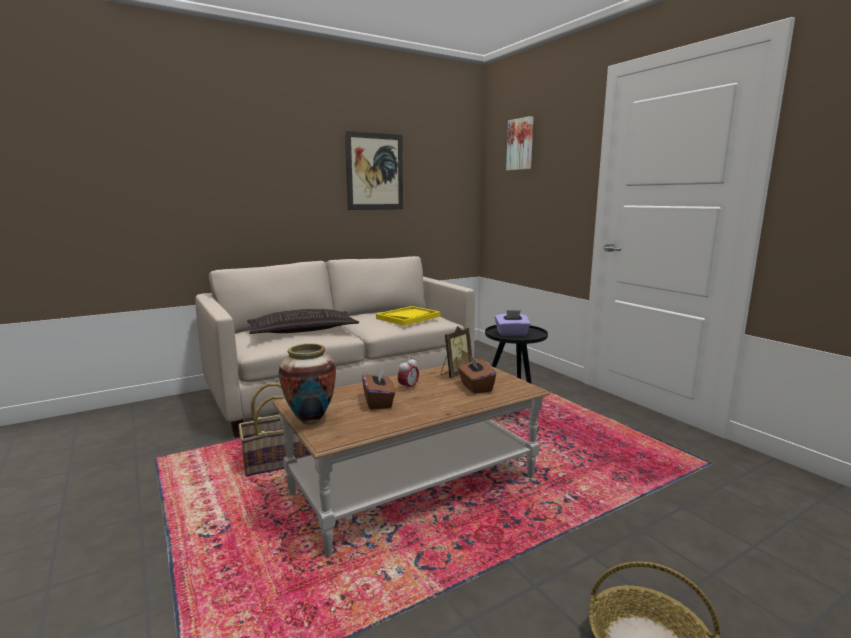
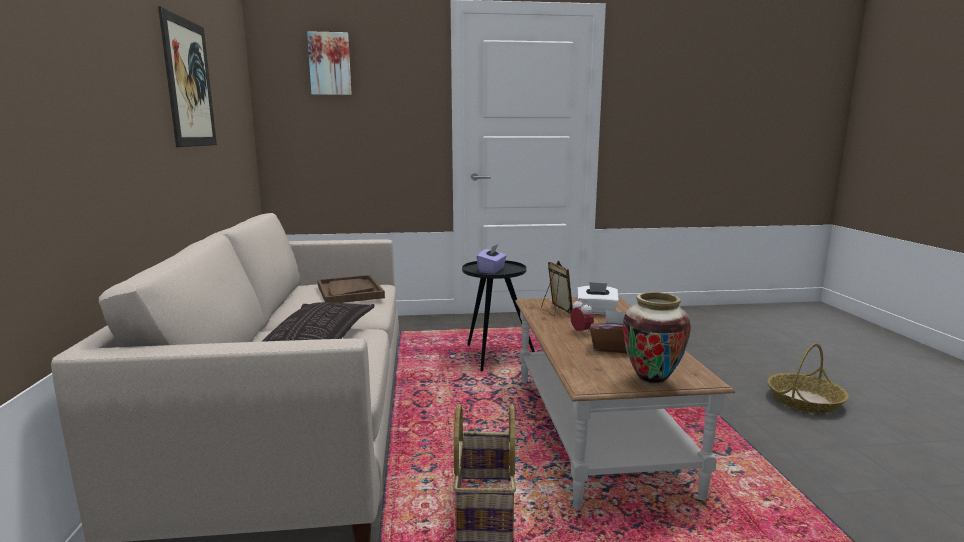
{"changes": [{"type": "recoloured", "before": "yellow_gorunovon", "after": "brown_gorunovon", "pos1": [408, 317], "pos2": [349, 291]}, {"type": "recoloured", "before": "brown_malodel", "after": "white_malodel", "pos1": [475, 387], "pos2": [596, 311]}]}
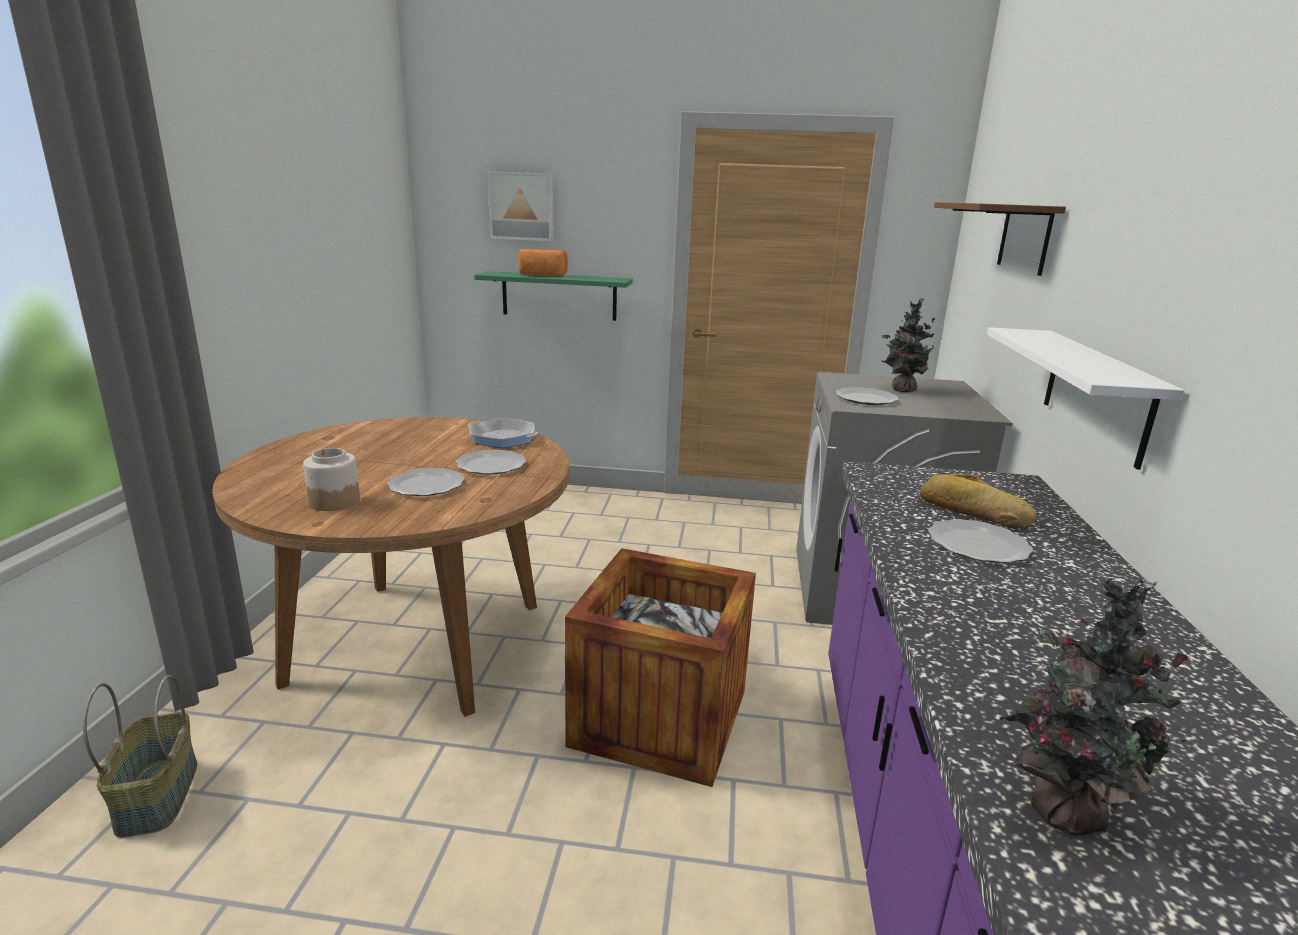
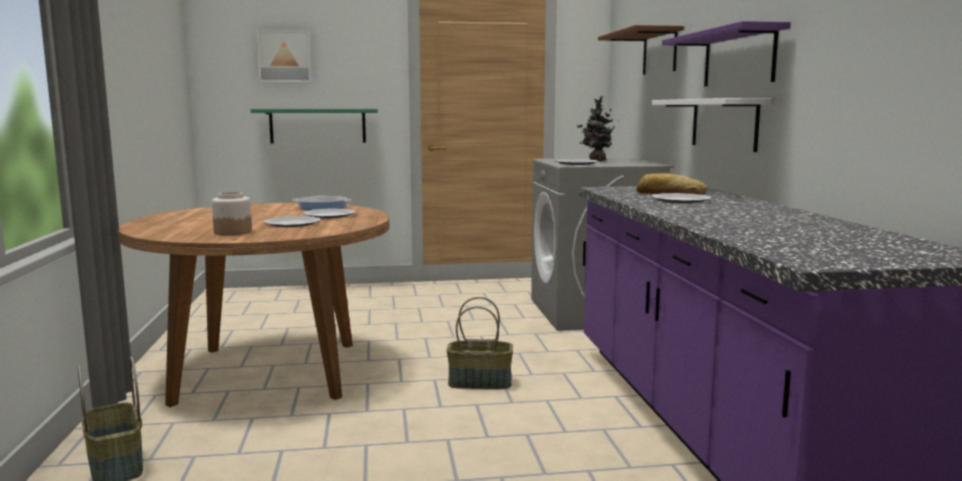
{"changes": [{"type": "replaced", "before": "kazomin", "after": "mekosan", "pos1": [660, 717], "pos2": [480, 382]}, {"type": "added", "after": "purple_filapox", "pos2": [738, 58]}, {"type": "removed", "before": "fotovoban", "pos1": [542, 275]}, {"type": "removed", "before": "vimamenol", "pos1": [1058, 808]}]}
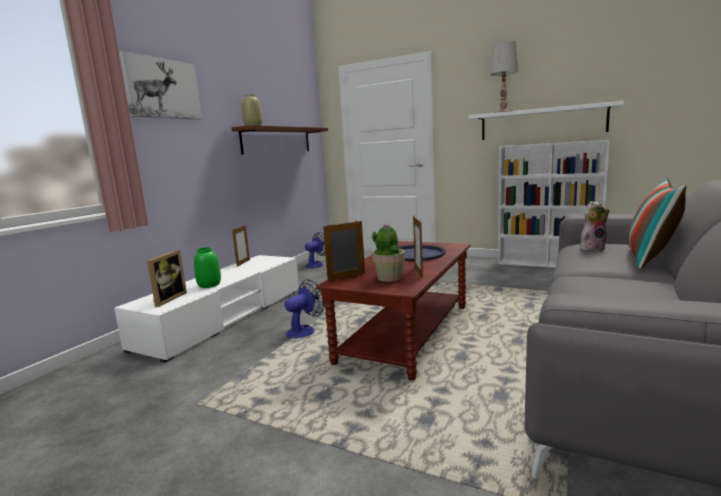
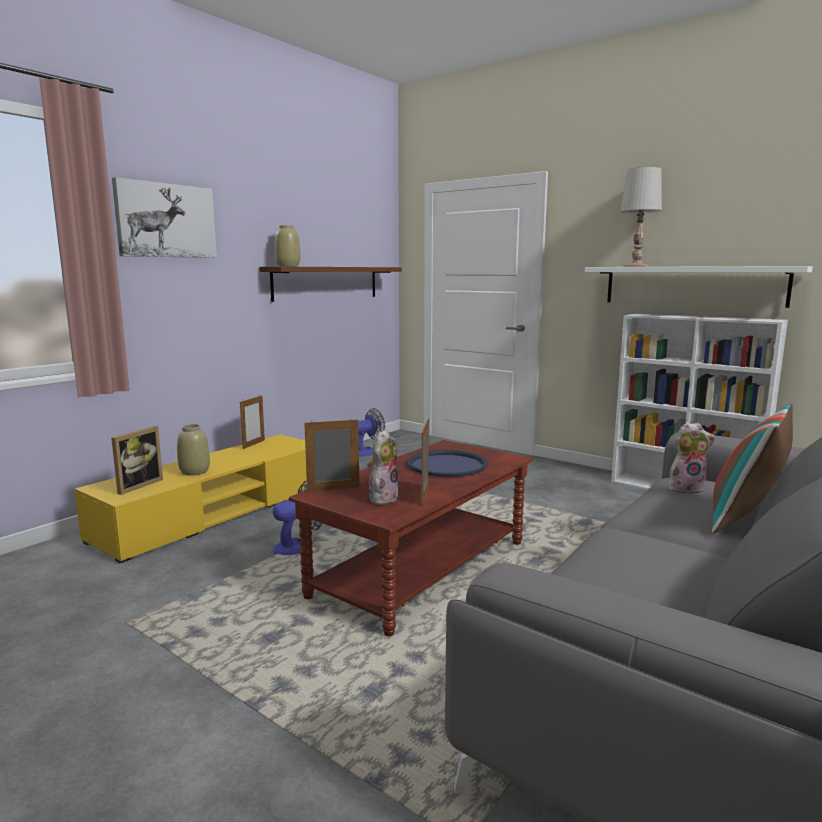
{"changes": [{"type": "recoloured", "before": "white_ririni", "after": "yellow_ririni", "pos1": [225, 317], "pos2": [215, 513]}, {"type": "recoloured", "before": "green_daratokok", "after": "beige_daratokok", "pos1": [209, 285], "pos2": [194, 472]}, {"type": "replaced", "before": "vimamenol", "after": "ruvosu", "pos1": [389, 277], "pos2": [382, 498]}]}
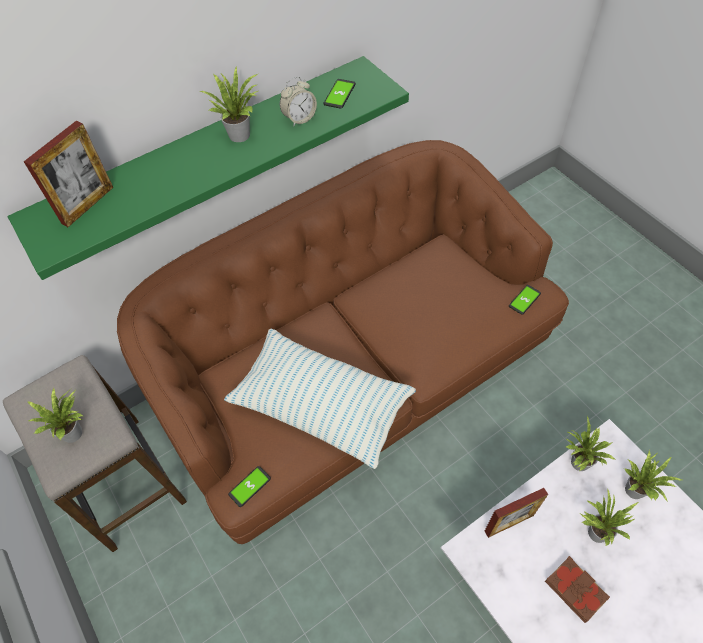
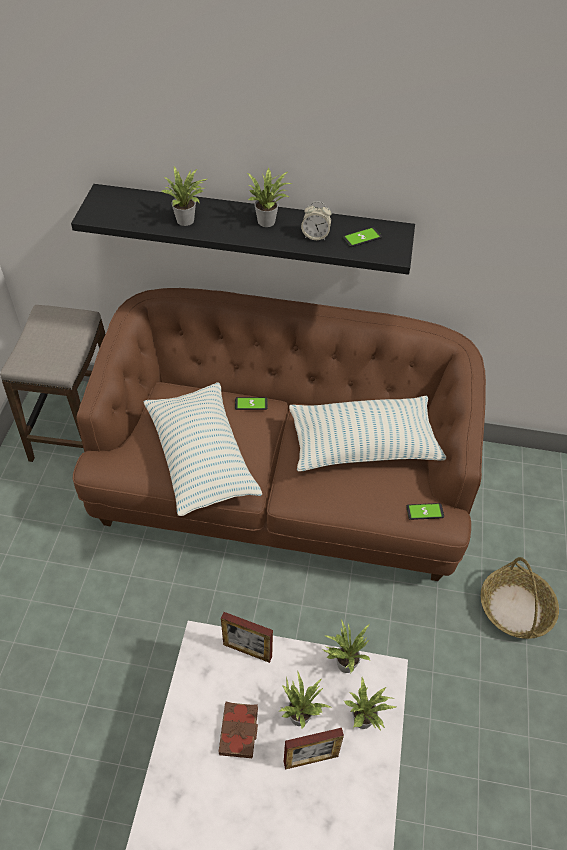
{"changes": [{"type": "recoloured", "before": "green_filapox", "after": "black_filapox", "pos1": [209, 155], "pos2": [251, 226]}, {"type": "moved", "before": "vimamenol", "pos1": [75, 432], "pos2": [187, 221]}, {"type": "moved", "before": "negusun", "pos1": [250, 486], "pos2": [251, 404]}, {"type": "moved", "before": "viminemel", "pos1": [88, 205], "pos2": [310, 759]}, {"type": "added", "after": "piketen", "pos2": [363, 445]}, {"type": "added", "after": "mekosan", "pos2": [515, 609]}]}
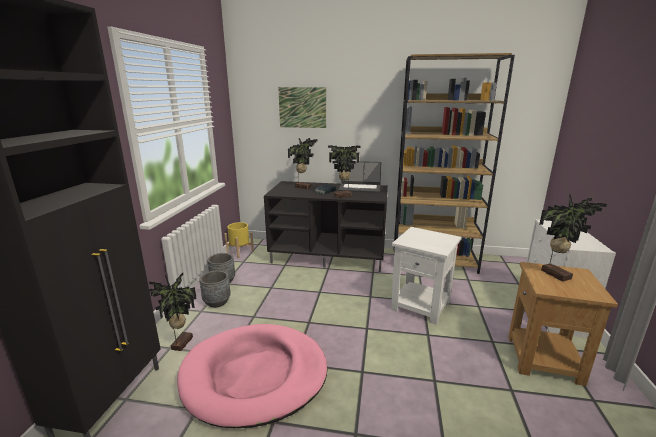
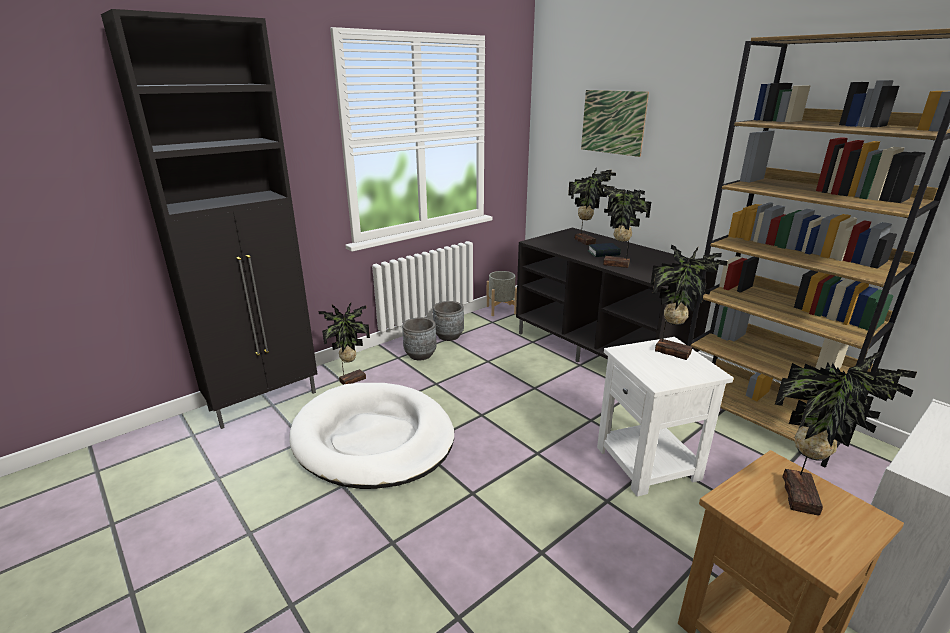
{"changes": [{"type": "recoloured", "before": "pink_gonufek", "after": "white_gonufek", "pos1": [255, 376], "pos2": [373, 439]}, {"type": "recoloured", "before": "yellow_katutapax", "after": "grey_katutapax", "pos1": [240, 252], "pos2": [501, 310]}, {"type": "added", "after": "vimamenol", "pos2": [672, 351]}, {"type": "removed", "before": "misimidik", "pos1": [360, 188]}]}
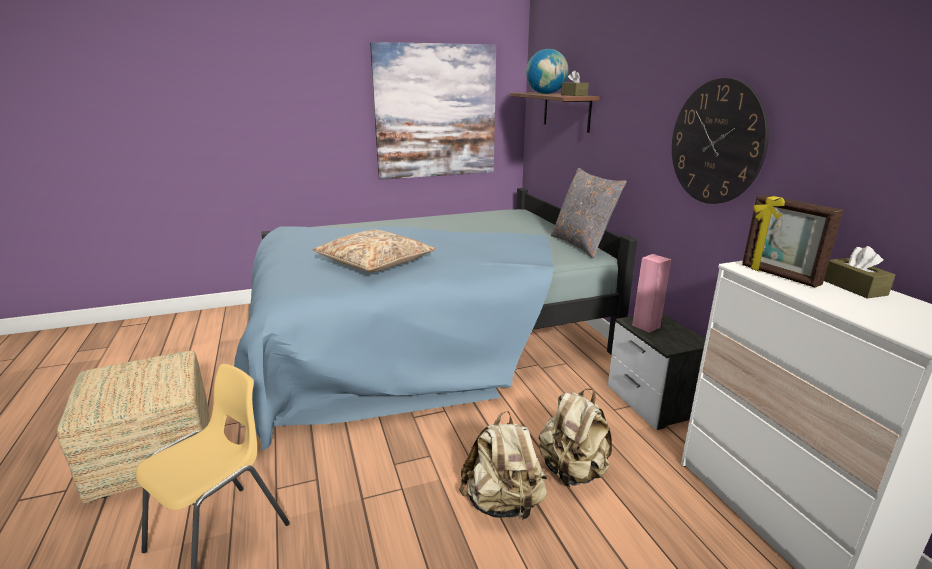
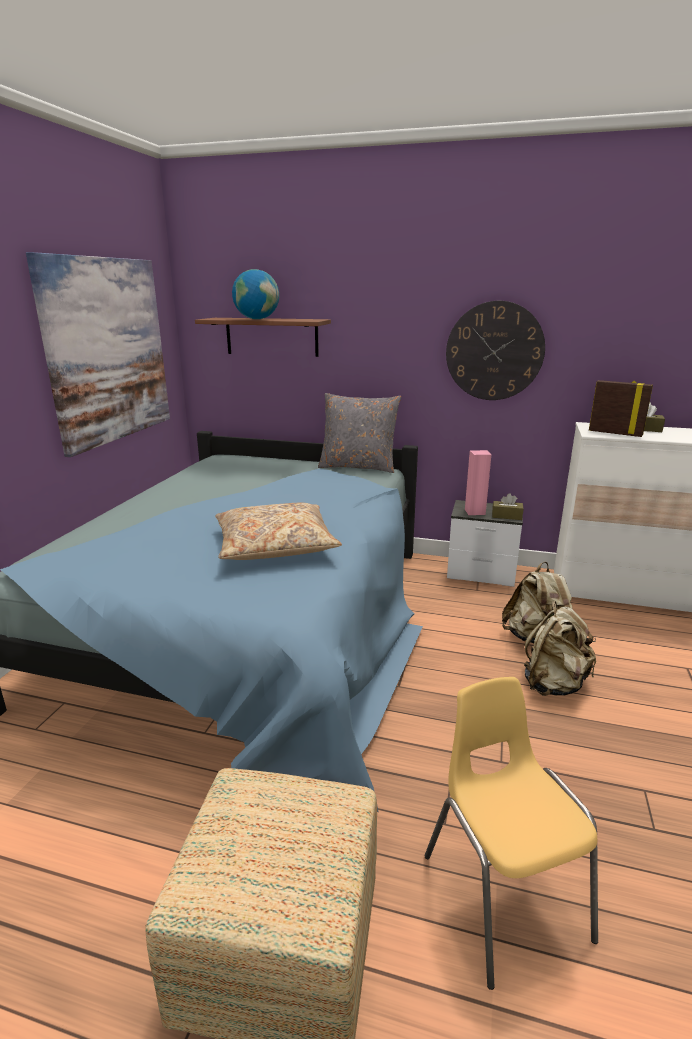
{"changes": [{"type": "moved", "before": "brown_malodel", "pos1": [574, 95], "pos2": [506, 516]}, {"type": "turned", "before": "viminemel", "pos1": [779, 276], "pos2": [615, 433], "turn": -150}]}
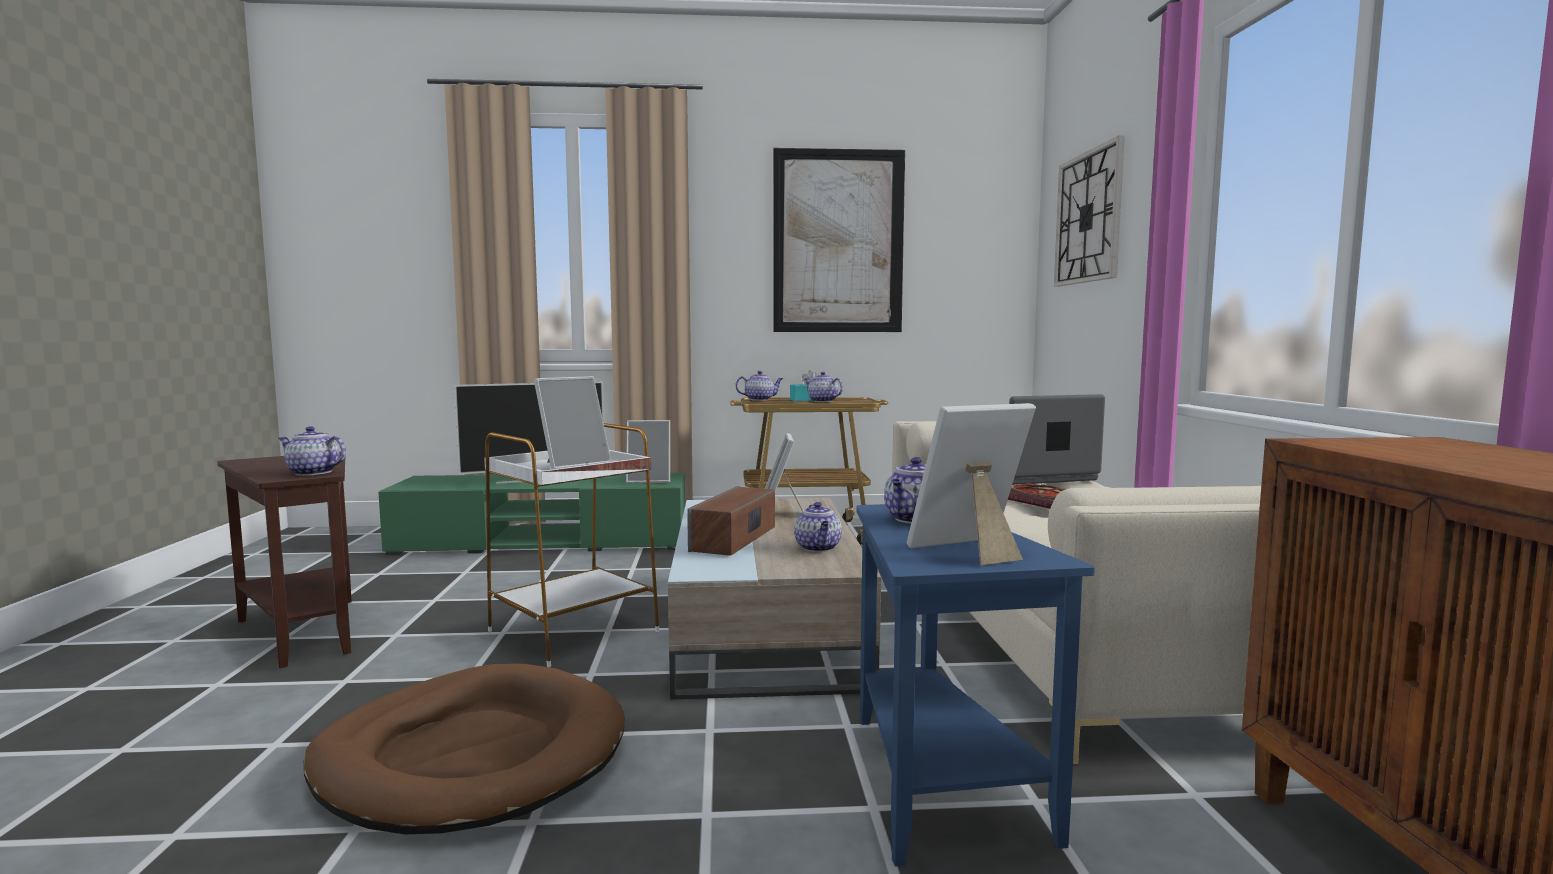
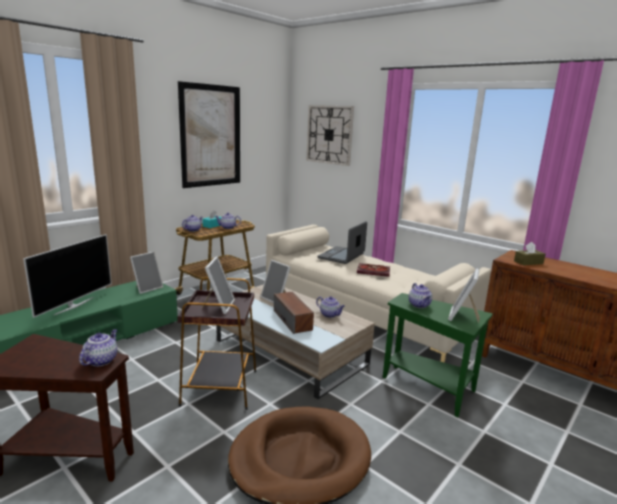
{"changes": [{"type": "turned", "before": "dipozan", "pos1": [312, 473], "pos2": [101, 360], "turn": 135}, {"type": "recoloured", "before": "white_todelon", "after": "brown_todelon", "pos1": [575, 631], "pos2": [220, 387]}, {"type": "recoloured", "before": "blue_todelon", "after": "green_todelon", "pos1": [937, 786], "pos2": [430, 389]}, {"type": "added", "after": "brown_malodel", "pos2": [528, 262]}]}
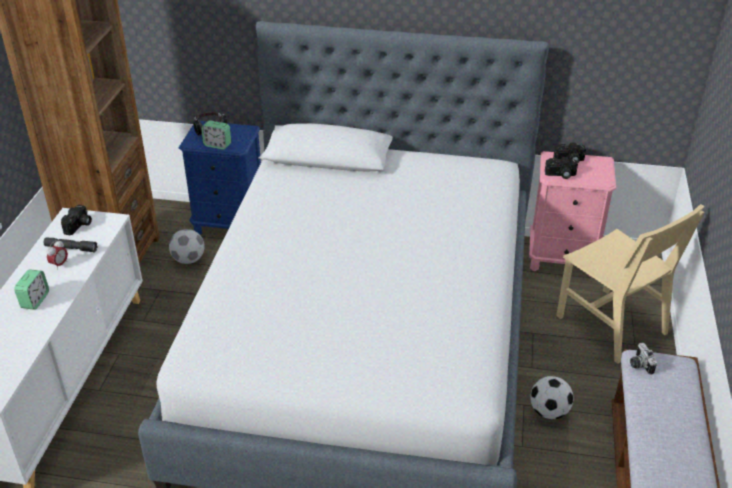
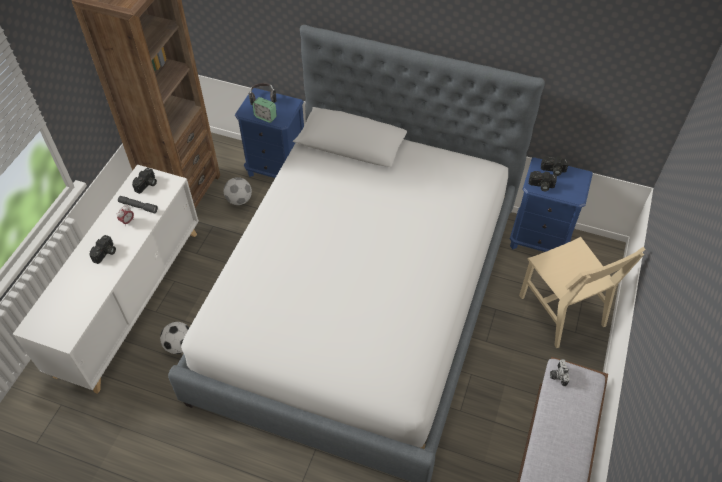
{"changes": [{"type": "replaced", "before": "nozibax", "after": "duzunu", "pos1": [35, 300], "pos2": [105, 253]}, {"type": "moved", "before": "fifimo", "pos1": [549, 411], "pos2": [179, 345]}, {"type": "recoloured", "before": "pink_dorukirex", "after": "blue_dorukirex", "pos1": [562, 259], "pos2": [539, 240]}]}
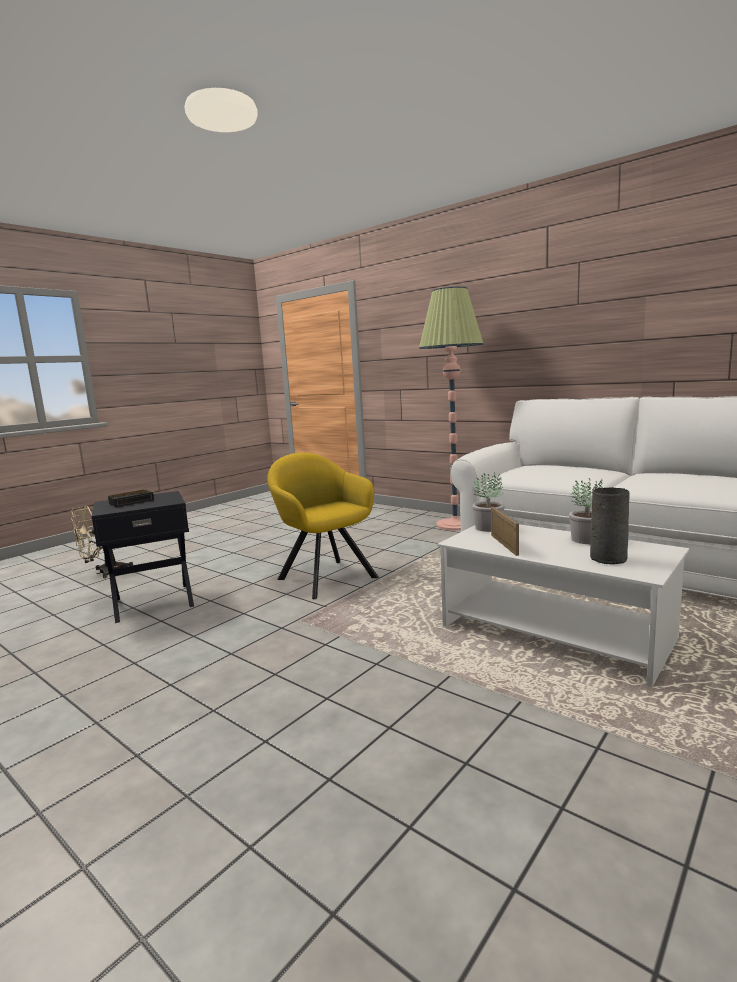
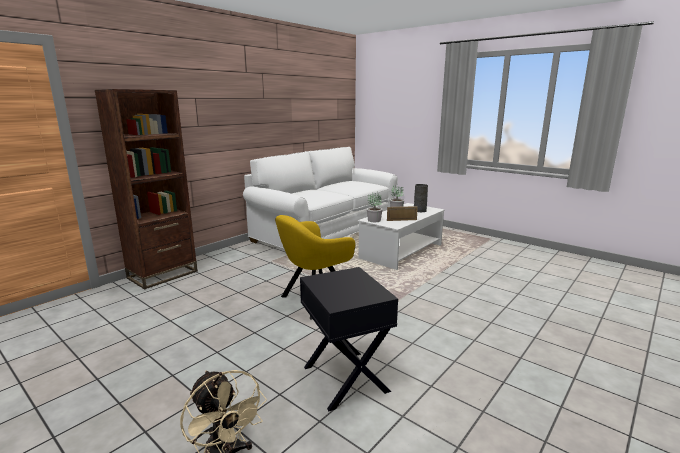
{"changes": [{"type": "added", "after": "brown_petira", "pos2": [163, 274]}, {"type": "removed", "before": "nozibax", "pos1": [132, 501]}, {"type": "removed", "before": "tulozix", "pos1": [455, 525]}]}
